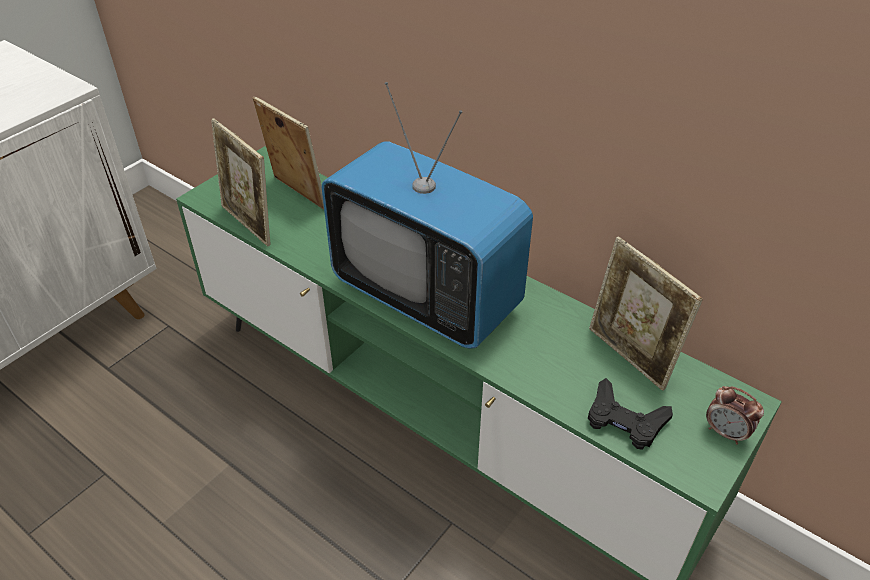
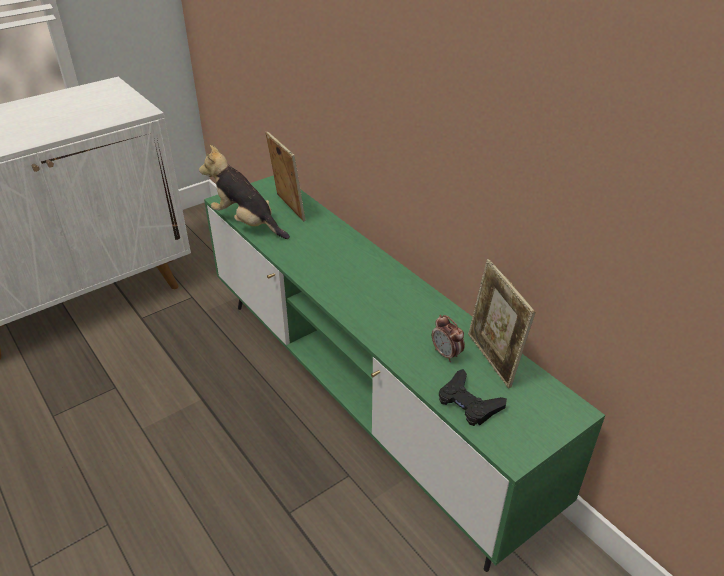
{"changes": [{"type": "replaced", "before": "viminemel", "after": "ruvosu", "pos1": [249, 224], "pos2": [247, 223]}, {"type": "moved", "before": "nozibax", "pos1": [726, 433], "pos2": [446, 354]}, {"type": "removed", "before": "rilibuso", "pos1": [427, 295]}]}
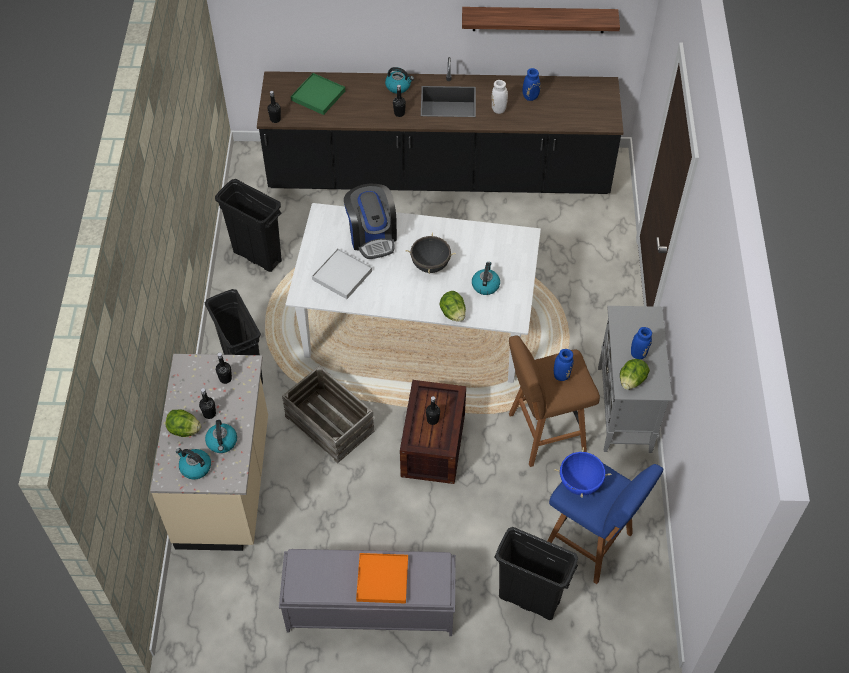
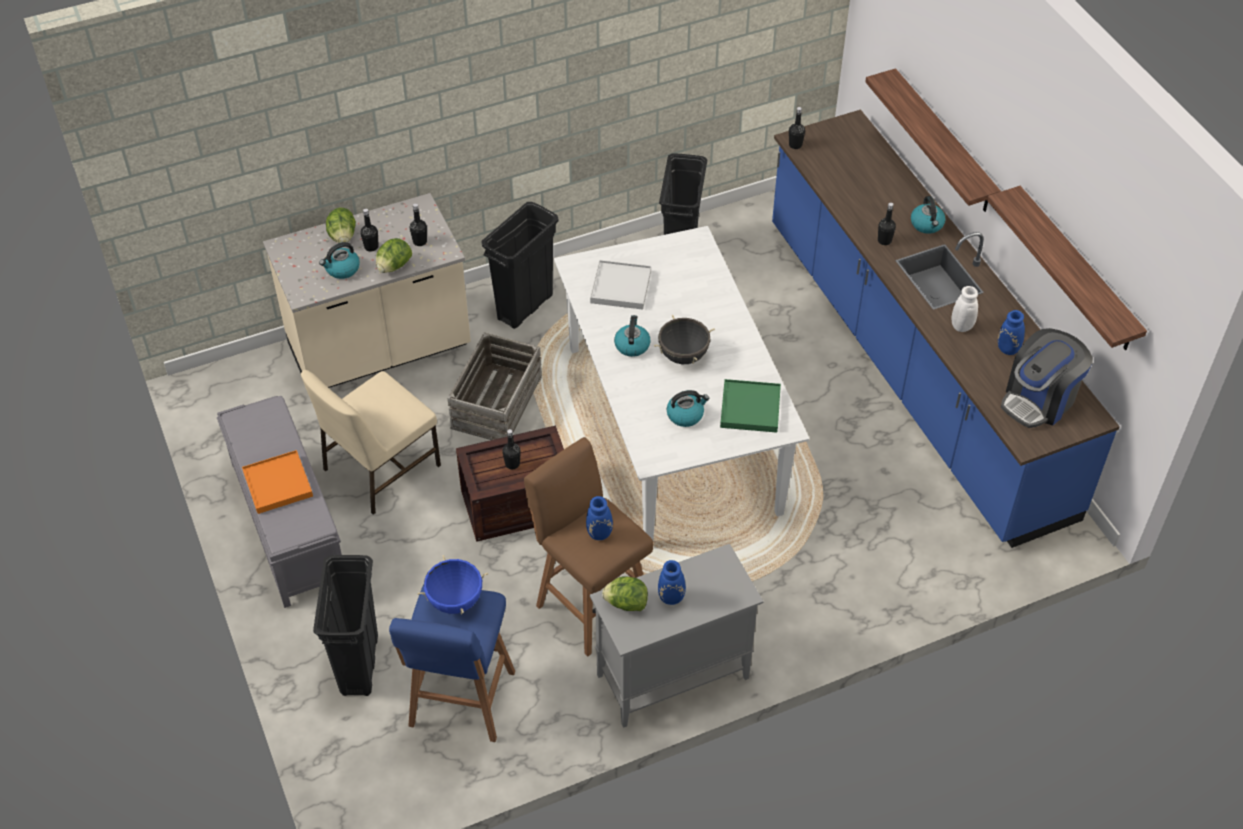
{"changes": [{"type": "added", "after": "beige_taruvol", "pos2": [379, 468]}, {"type": "moved", "before": "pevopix", "pos1": [453, 313], "pos2": [394, 266]}, {"type": "moved", "before": "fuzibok", "pos1": [195, 467], "pos2": [632, 345]}, {"type": "moved", "before": "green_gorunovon", "pos1": [318, 96], "pos2": [750, 408]}, {"type": "recoloured", "before": "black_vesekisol", "after": "blue_vesekisol", "pos1": [439, 175], "pos2": [913, 367]}, {"type": "added", "after": "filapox", "pos2": [943, 142]}, {"type": "moved", "before": "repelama", "pos1": [372, 236], "pos2": [1039, 400]}]}
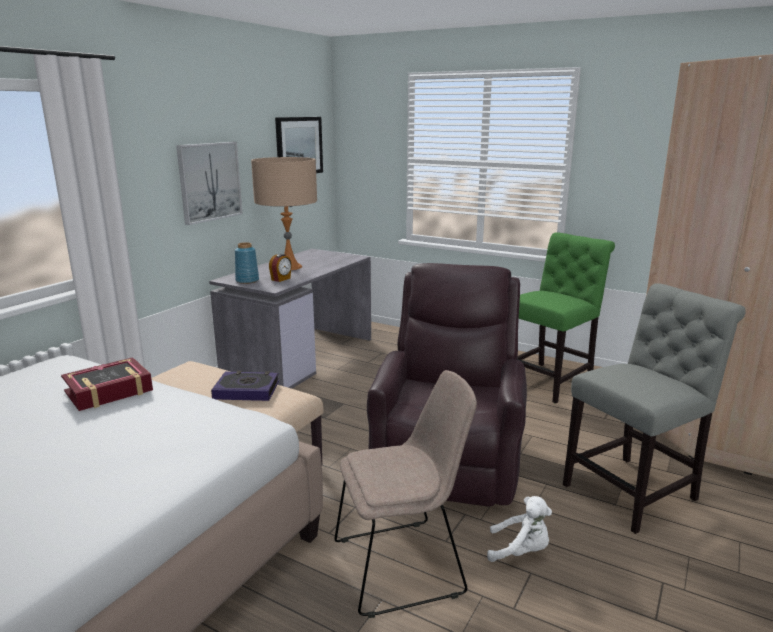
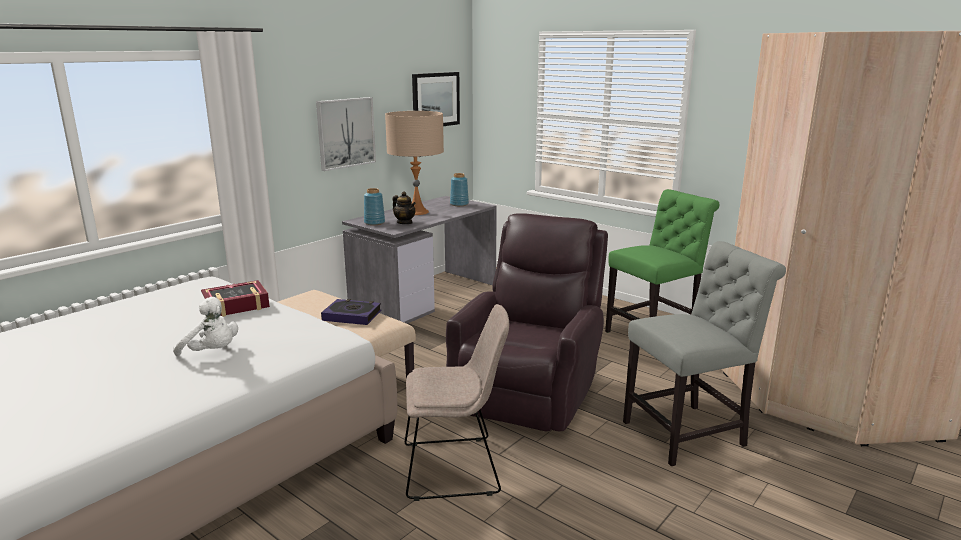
{"changes": [{"type": "moved", "before": "white_ruvosu", "pos1": [520, 551], "pos2": [212, 352]}, {"type": "replaced", "before": "nozibax", "after": "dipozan", "pos1": [281, 279], "pos2": [404, 222]}, {"type": "added", "after": "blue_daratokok", "pos2": [459, 204]}]}
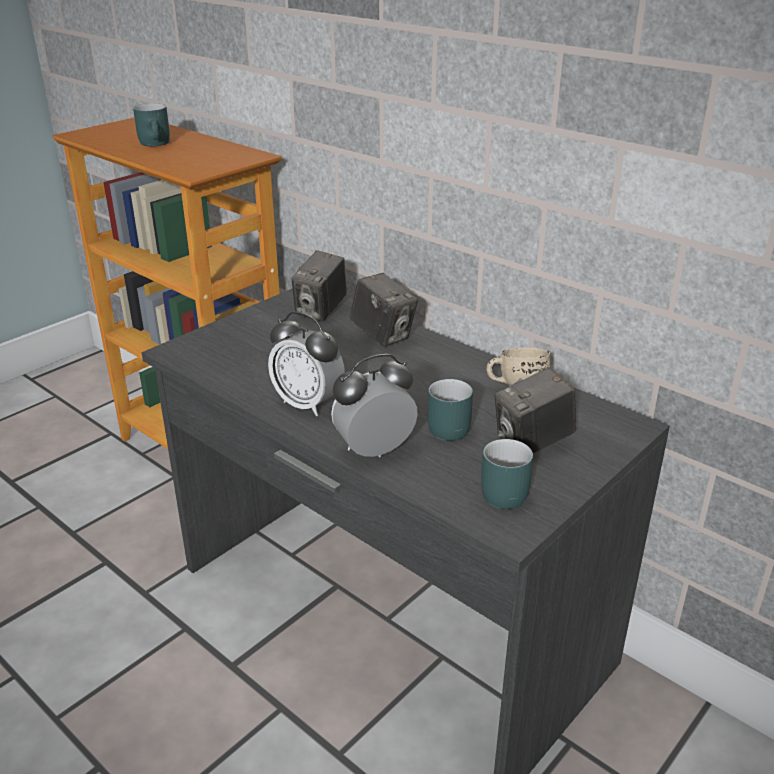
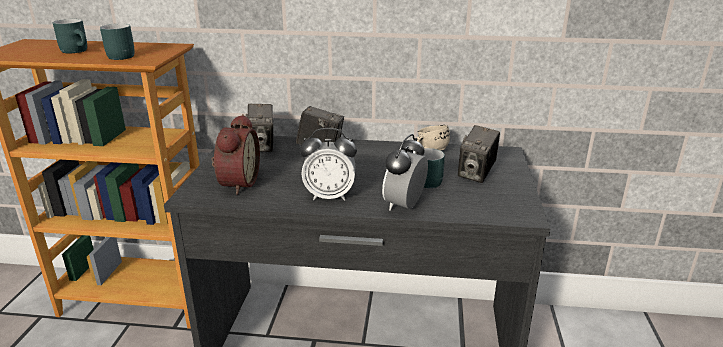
{"changes": [{"type": "moved", "before": "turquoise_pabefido", "pos1": [504, 491], "pos2": [120, 56]}, {"type": "added", "after": "nozibax", "pos2": [237, 183]}]}
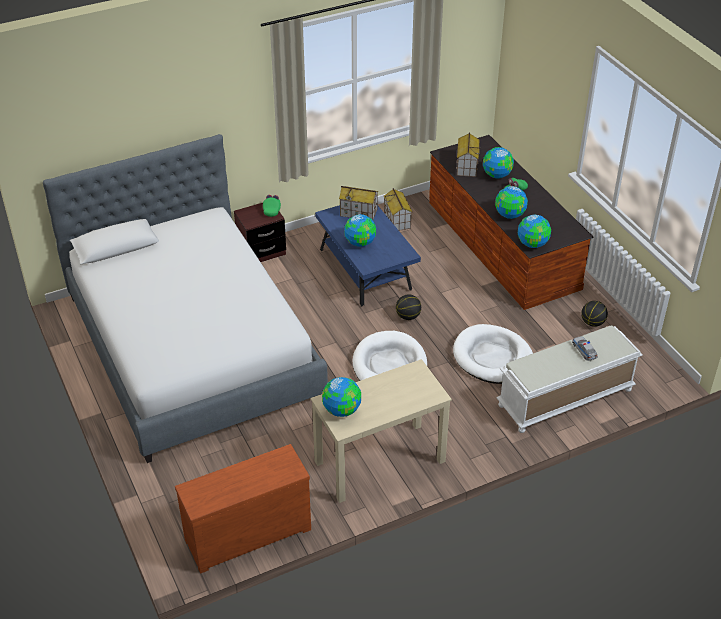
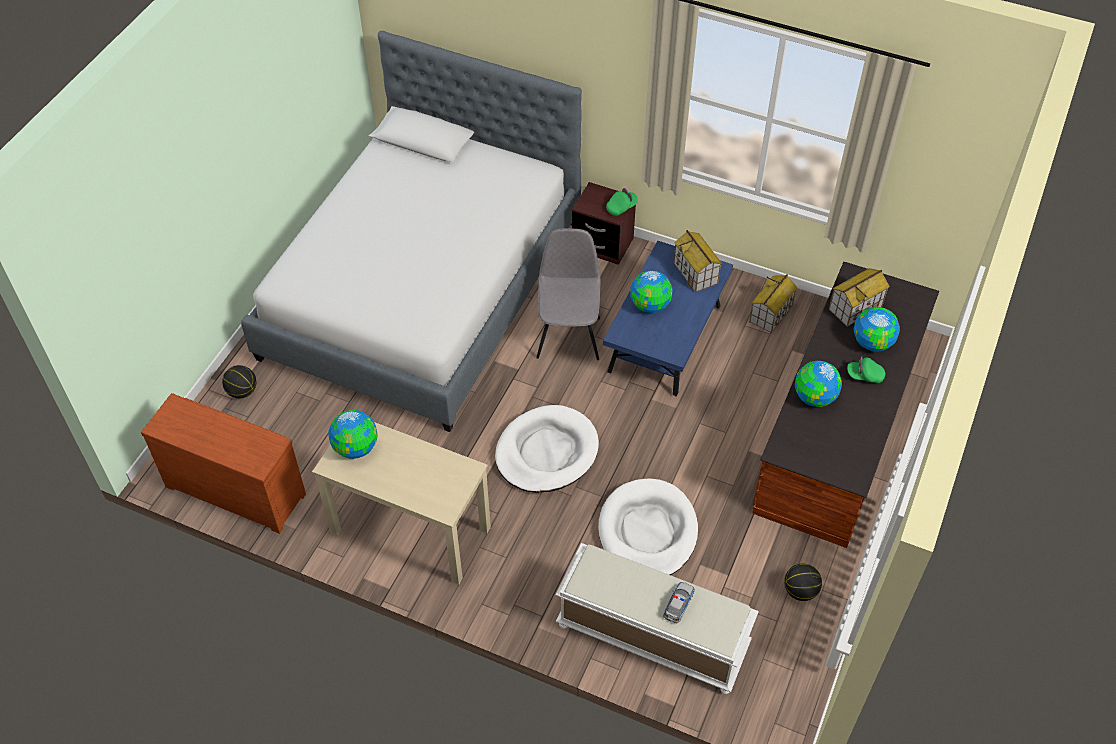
{"changes": [{"type": "moved", "before": "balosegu", "pos1": [408, 316], "pos2": [242, 391]}, {"type": "added", "after": "grey_taruvol", "pos2": [568, 336]}, {"type": "removed", "before": "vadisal", "pos1": [533, 244]}]}
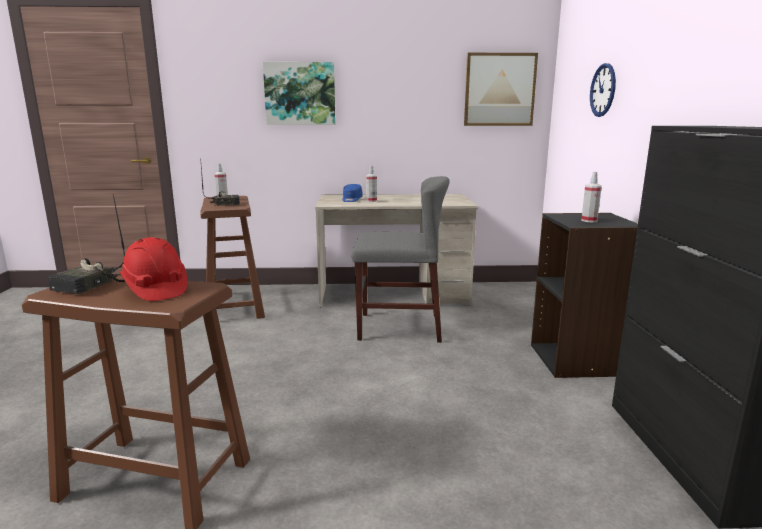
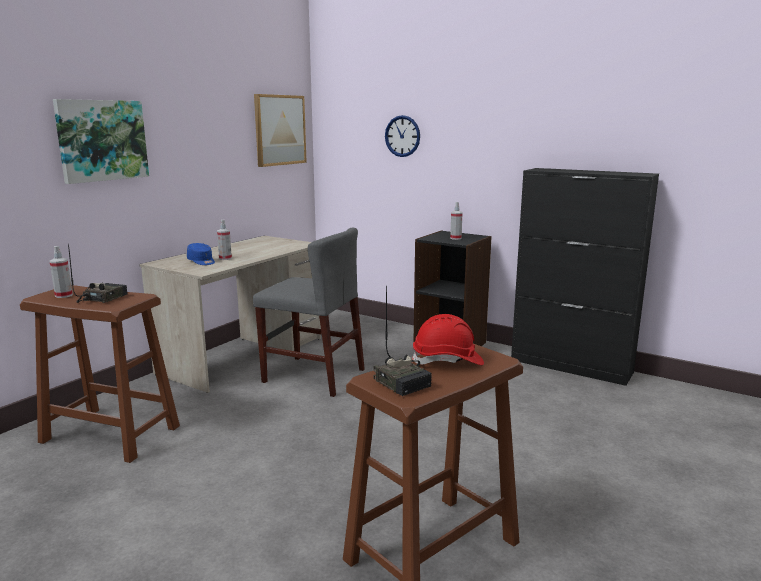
{"changes": [{"type": "turned", "before": "grey_taruvol", "pos1": [399, 327], "pos2": [313, 376], "turn": 75}]}
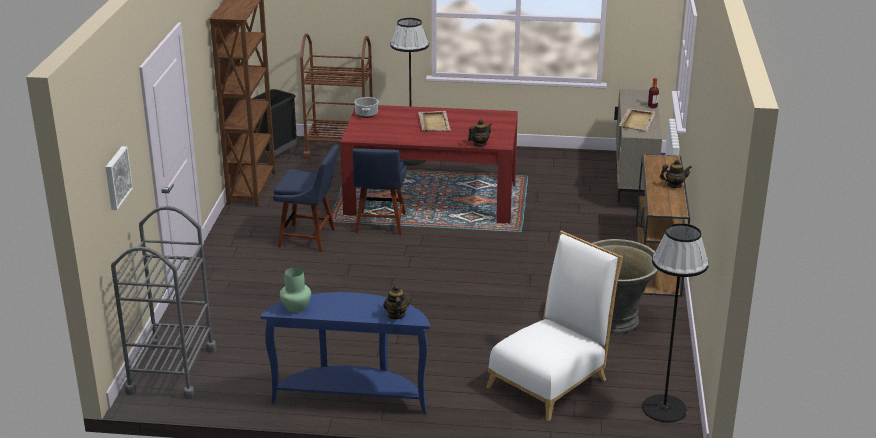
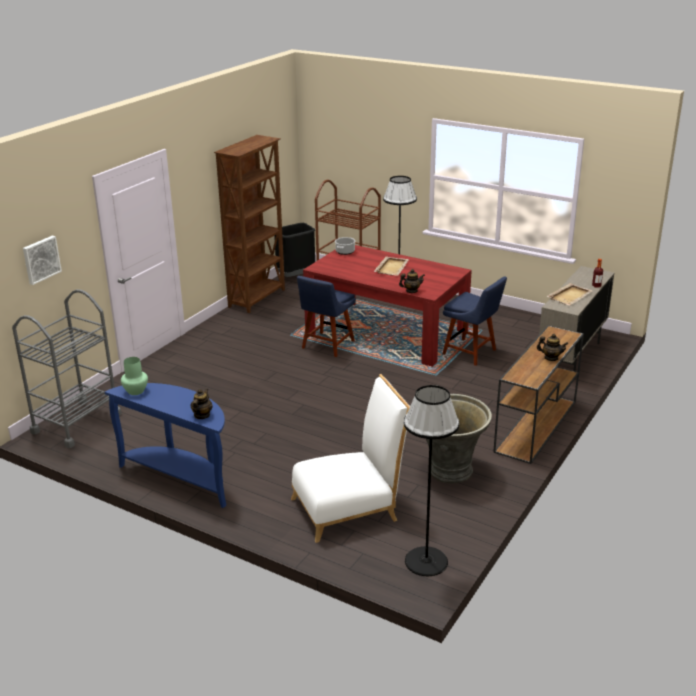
{"changes": [{"type": "moved", "before": "blue_taruvol", "pos1": [310, 238], "pos2": [471, 353]}]}
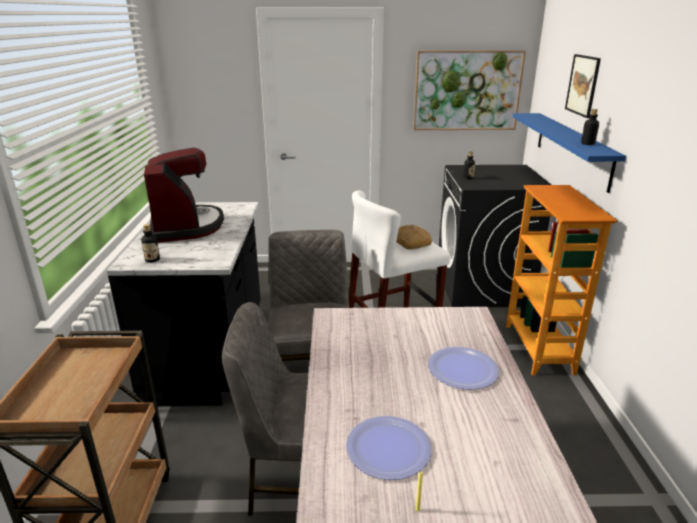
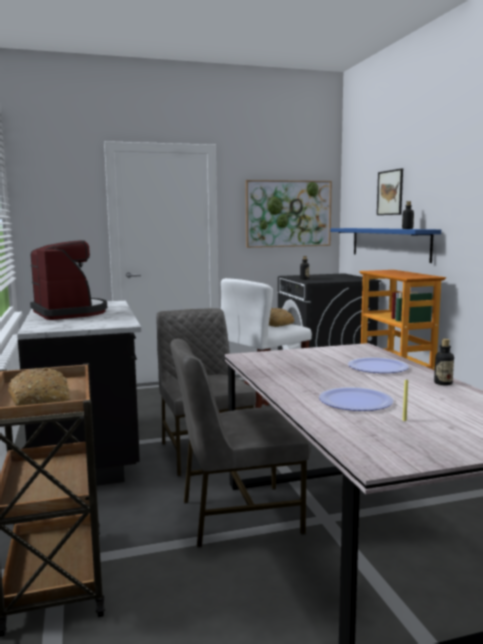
{"changes": [{"type": "added", "after": "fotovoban", "pos2": [41, 399]}, {"type": "moved", "before": "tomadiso", "pos1": [152, 260], "pos2": [443, 383]}]}
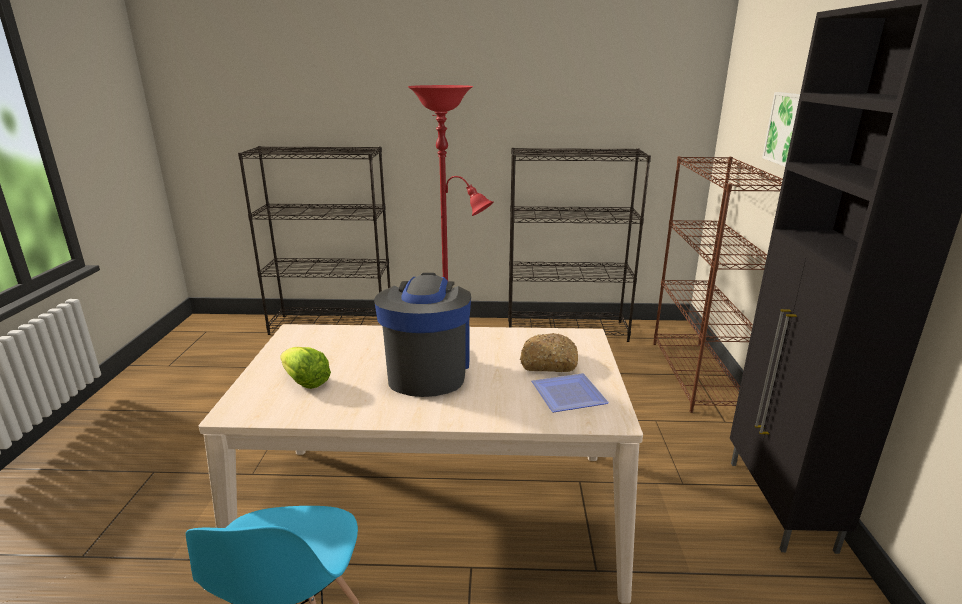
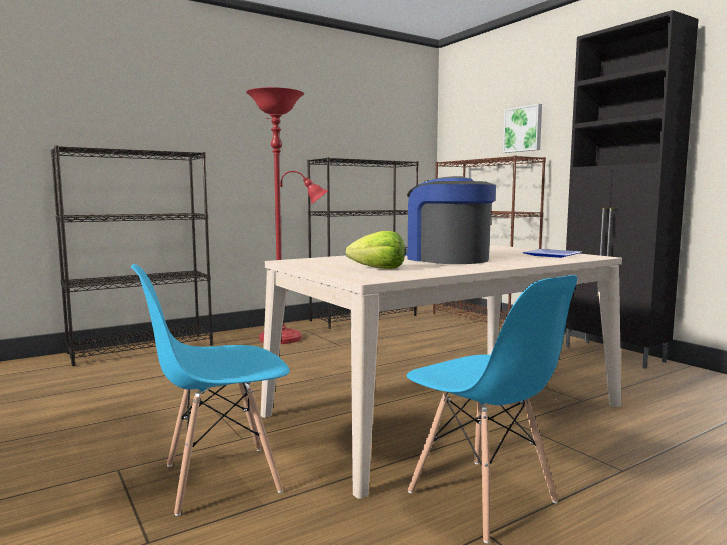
{"changes": [{"type": "added", "after": "blue_taruvol", "pos2": [220, 478]}, {"type": "removed", "before": "fotovoban", "pos1": [548, 362]}]}
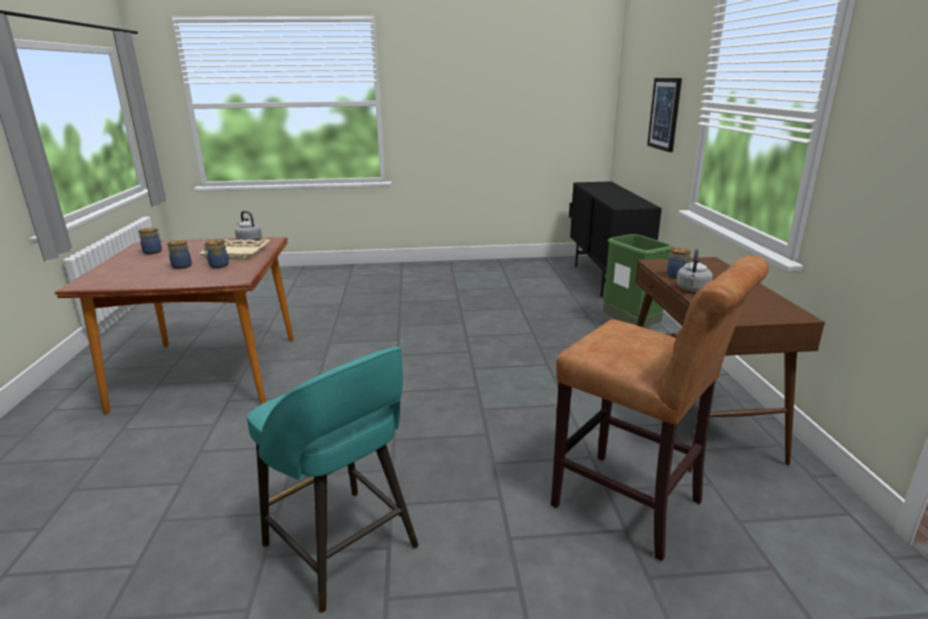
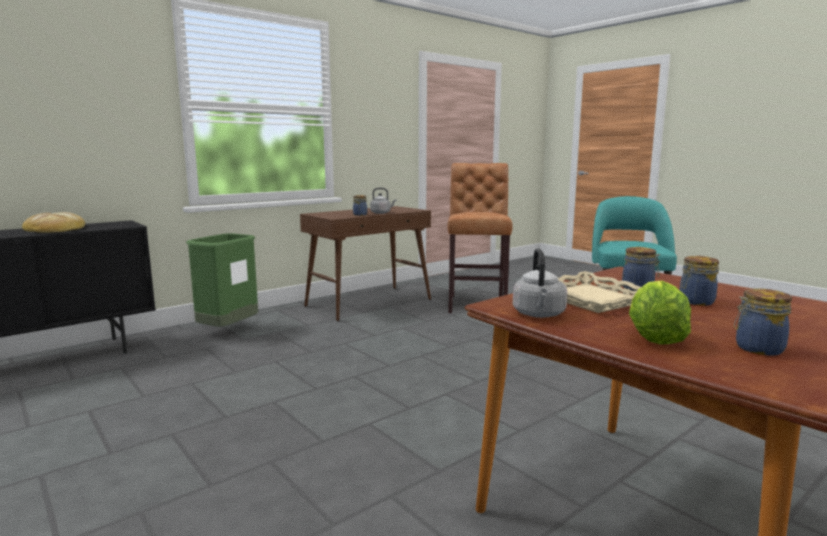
{"changes": [{"type": "added", "after": "fotovoban", "pos2": [55, 229]}, {"type": "added", "after": "pevopix", "pos2": [654, 336]}, {"type": "removed", "before": "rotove", "pos1": [664, 114]}]}
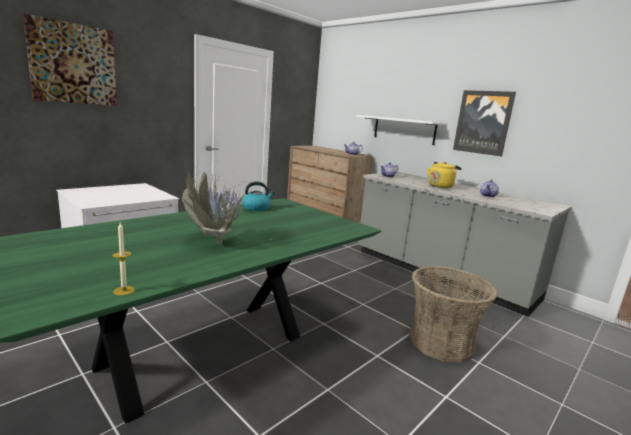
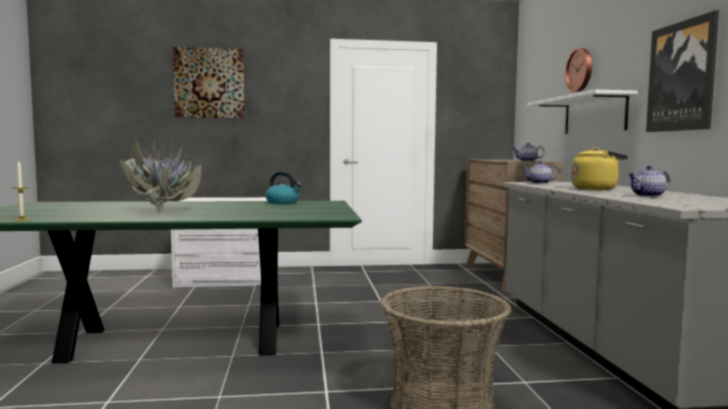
{"changes": [{"type": "added", "after": "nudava", "pos2": [580, 70]}]}
